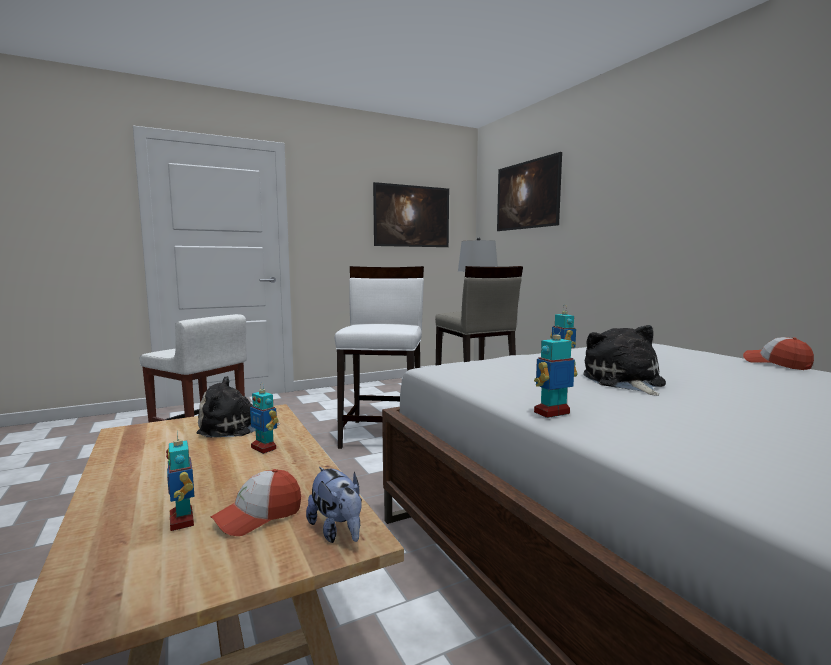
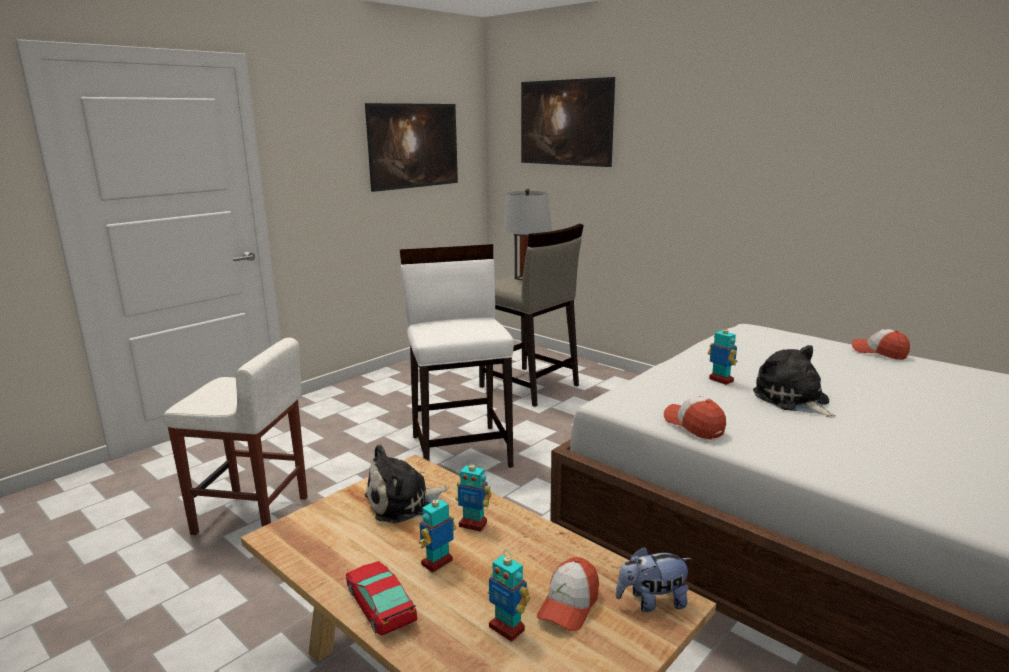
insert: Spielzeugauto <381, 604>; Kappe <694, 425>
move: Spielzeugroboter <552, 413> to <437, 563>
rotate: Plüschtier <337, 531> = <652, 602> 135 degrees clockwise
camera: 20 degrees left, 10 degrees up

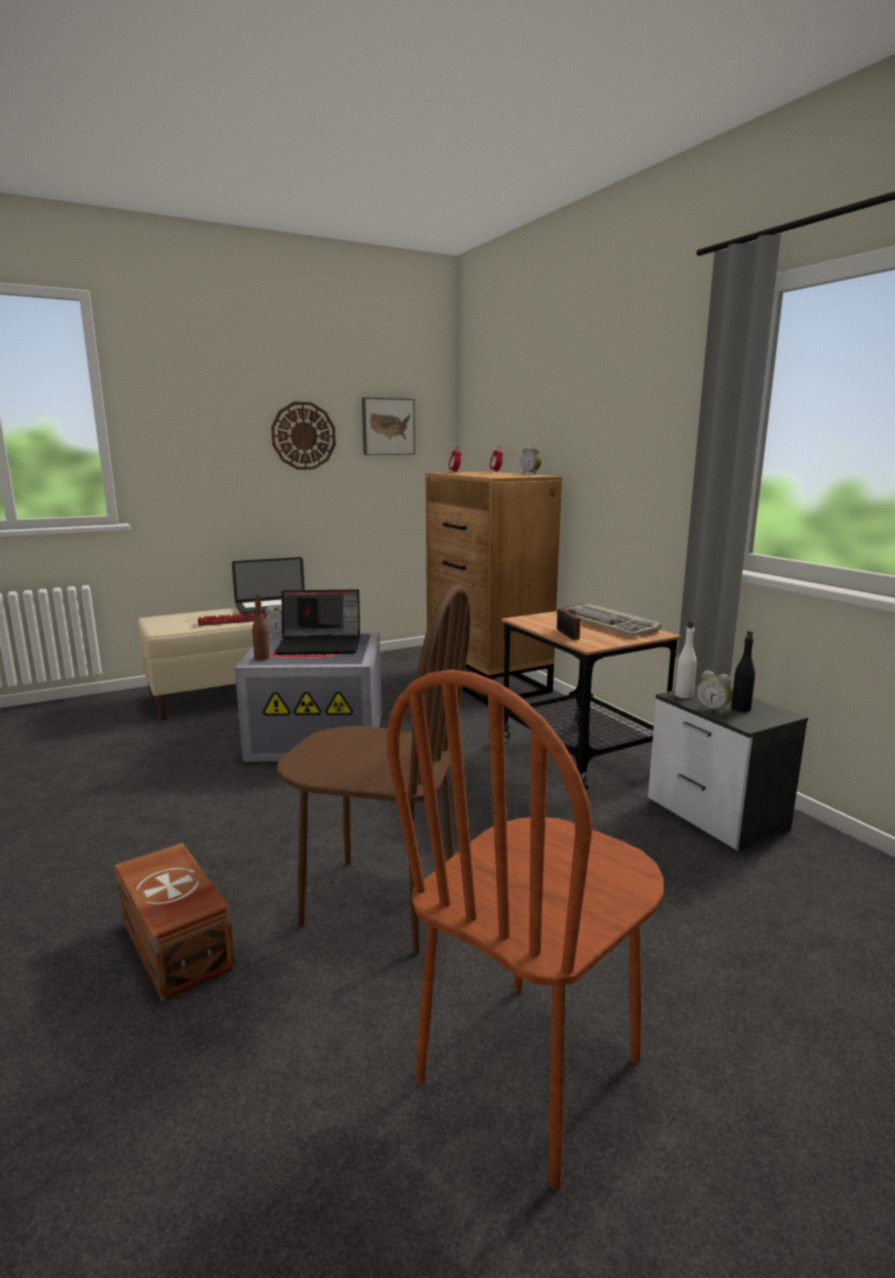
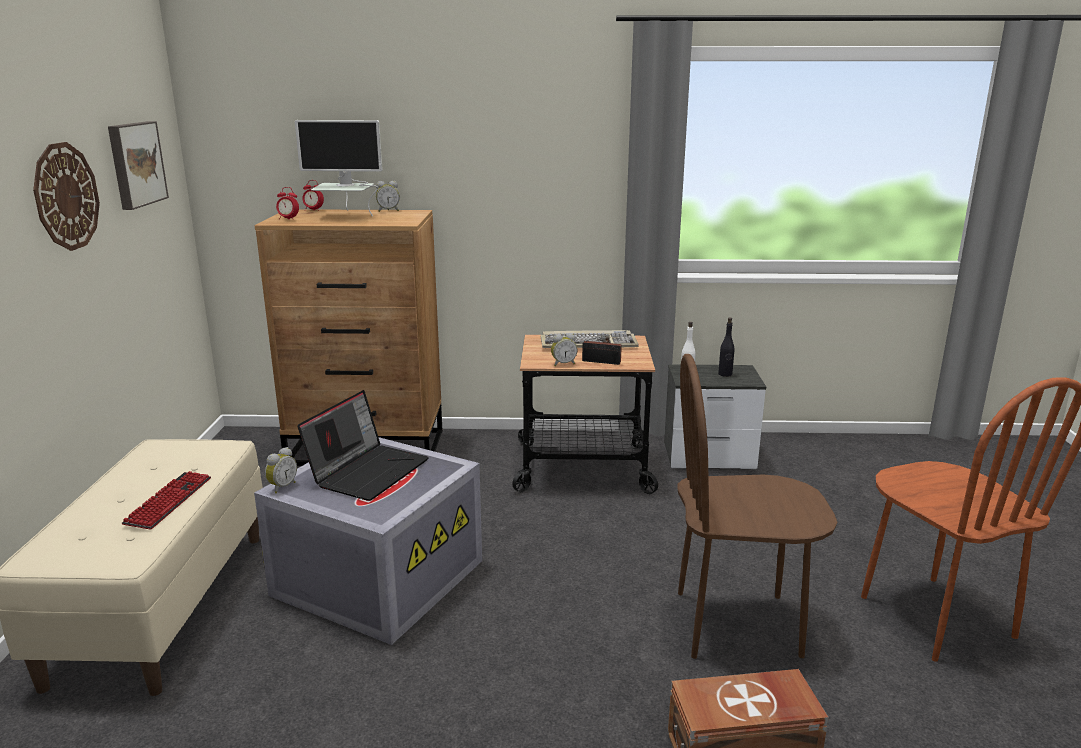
delete: Laptop <274, 608>; Flasche/braun <262, 658>
insert: Monitor <346, 216>
move: Wecker <713, 710> to <563, 364>
rotate: Stuhl/braun <380, 902> = <737, 624> 135 degrees counterclockwise
camera: 60 degrees left, 5 degrees up

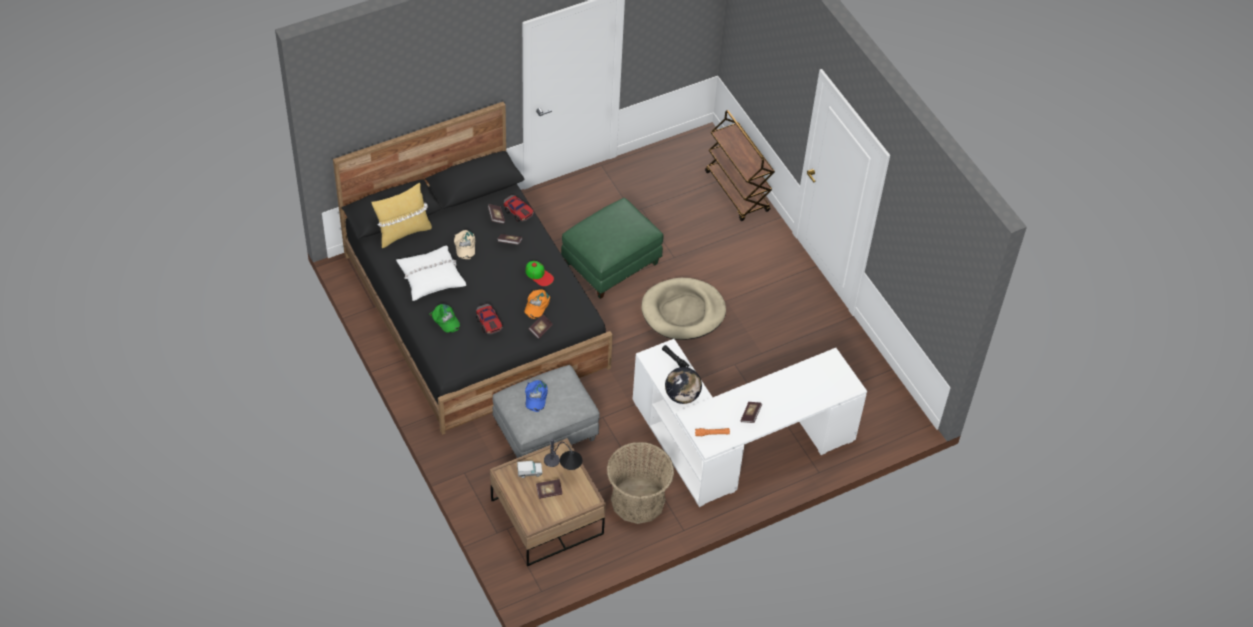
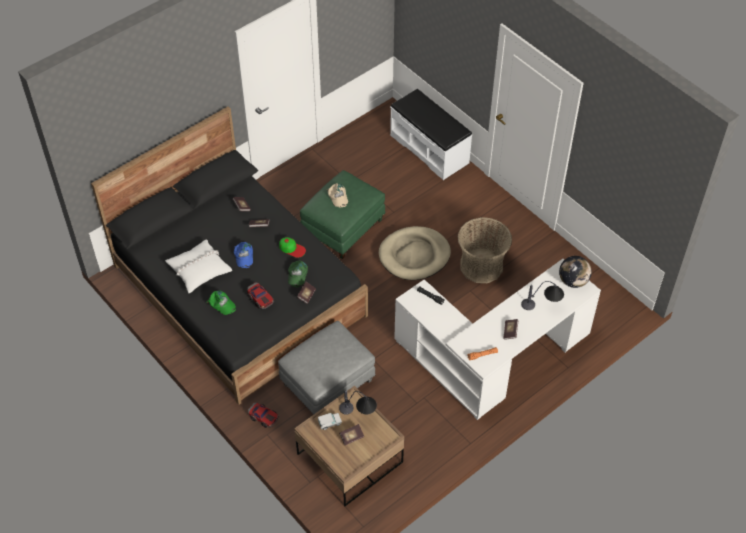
delete: Kissen/gelb <403, 232>
insert: Tischlampe <542, 306>
move: Kappe/blau <535, 397> to <243, 256>; Spielzeugauto <518, 211> to <263, 417>; Kappe/beige <464, 246> to <337, 197>; Korb <637, 500> to <481, 266>; Globus <682, 396> to <573, 281>
replace: Rollwagen/braun <737, 192> to Bank/weiß <429, 148>
recolor: Kappe/orange <536, 305> to Kappe/grün <297, 275>
camera: 10 degrees left, 0 degrees up

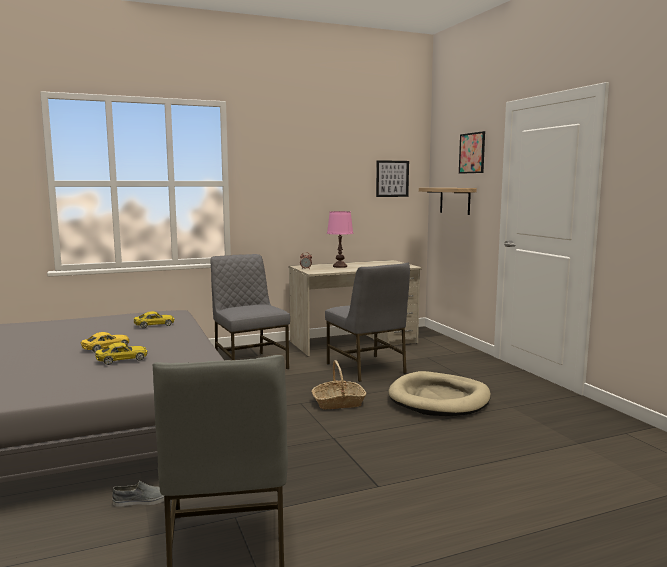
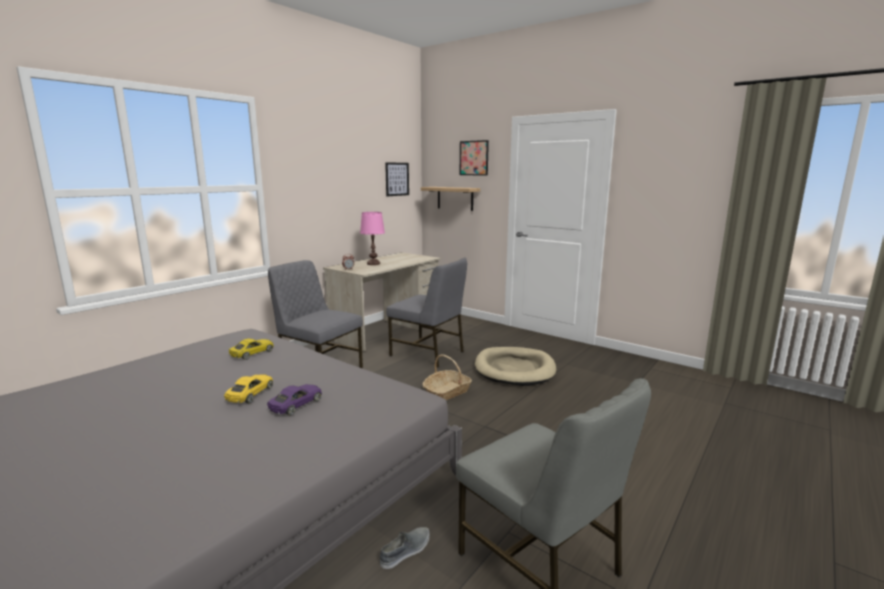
recolor: Spielzeugauto/gelb <122, 359> to Spielzeugauto/lila <296, 405>
camera: 30 degrees left, 5 degrees up

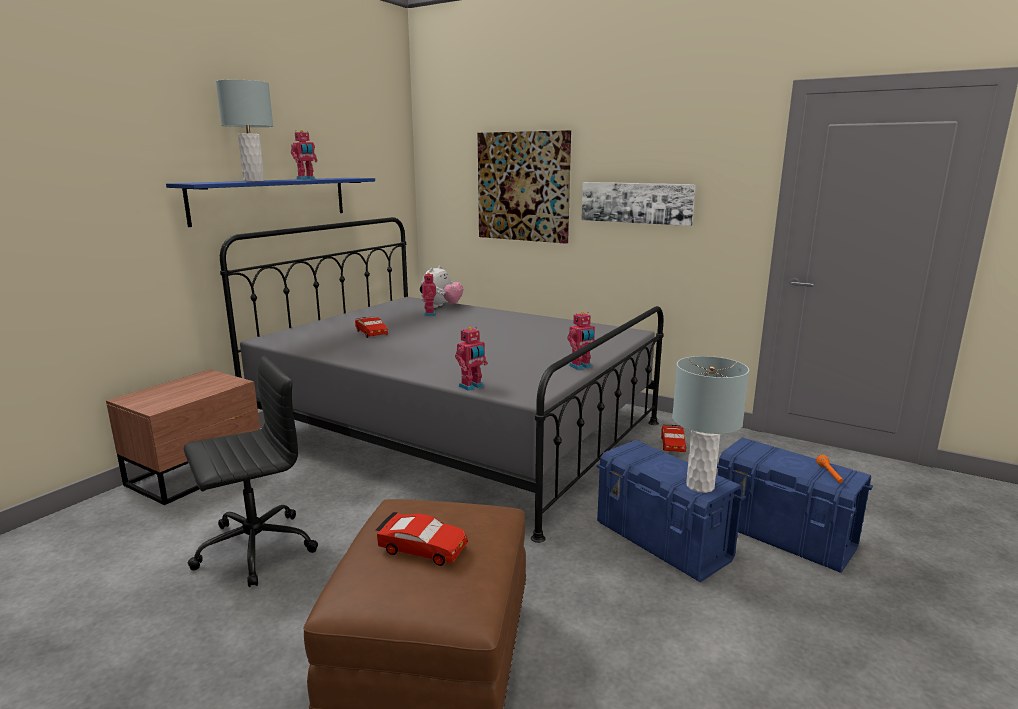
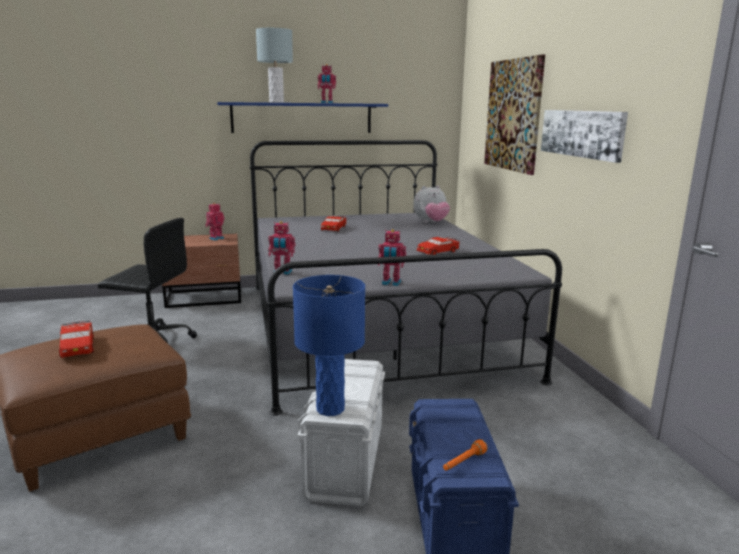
move: Spielzeugroboter <428, 314> to <216, 238>; Spielzeugauto/rot <673, 444> to <438, 252>
recolor: Tischlampe/grau <700, 486> to Tischlampe/blau <330, 409>; Aufbewahrungsbox/blau <662, 542> to Aufbewahrungsbox/weiß <345, 462>
camera: 45 degrees right, 0 degrees up

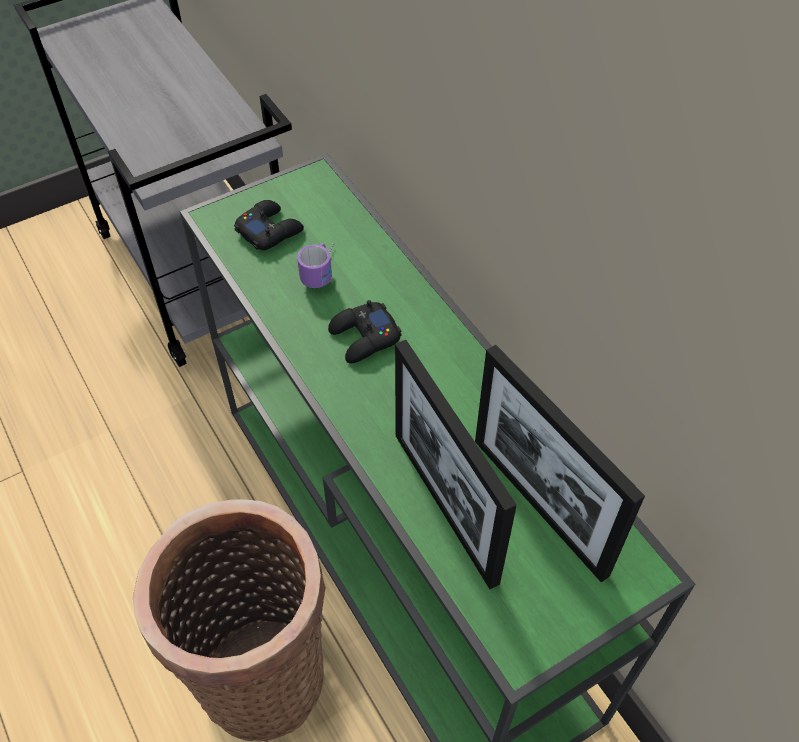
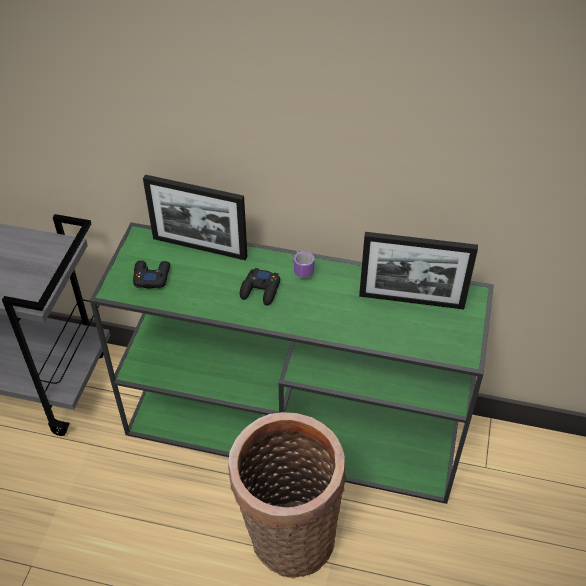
move: Bilderrahmen <445, 506> to <199, 247>; Henkelbecher <323, 270> to <298, 267>
camera: 45 degrees left, 5 degrees down

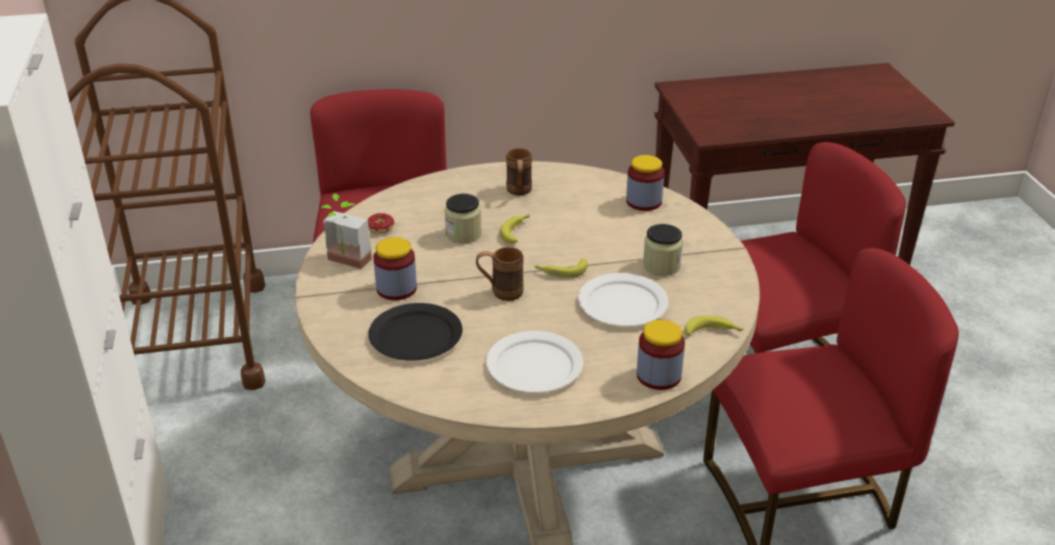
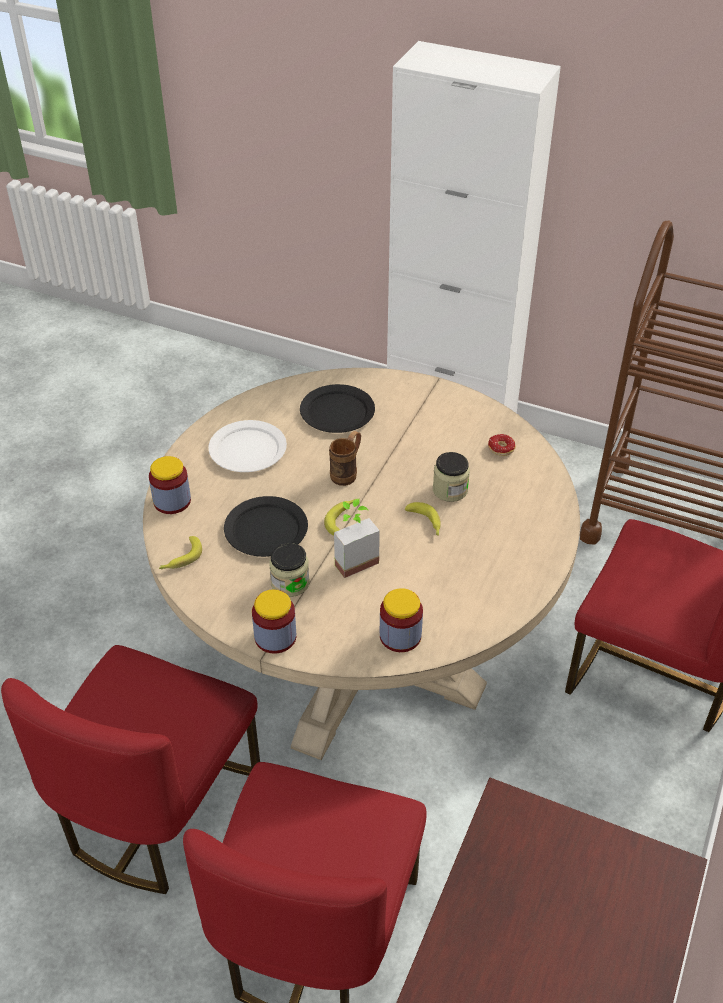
delete: Henkelbecher/braun <519, 192>
move: Vorratsglas <396, 289> to <275, 637>; Topfpflanze <345, 263> to <352, 558>
recolor: Teller/weiß <622, 304> to Teller/schwarz <265, 529>
camera: 125 degrees right, 10 degrees up

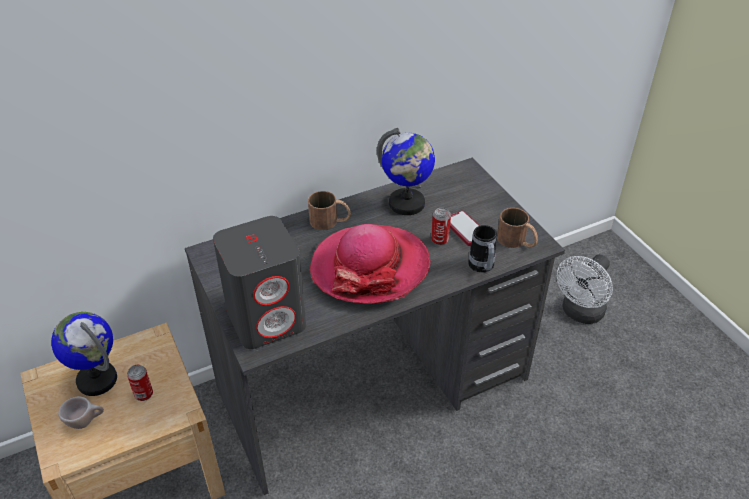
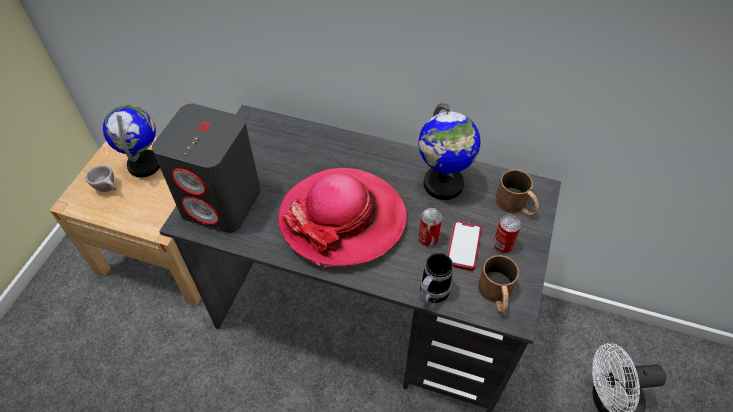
move: Dose <144, 394> to <502, 245>; Henkelbecher/braun <330, 221> to <516, 205>
camera: 45 degrees right, 10 degrees up

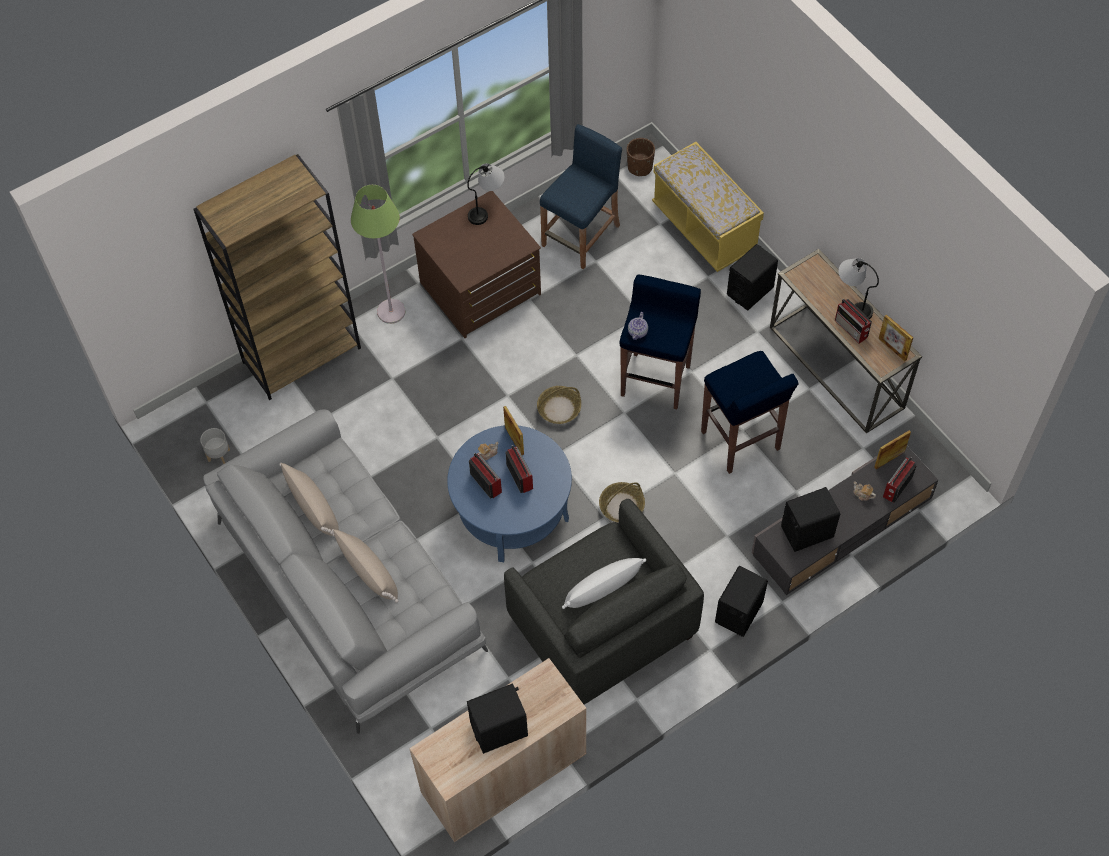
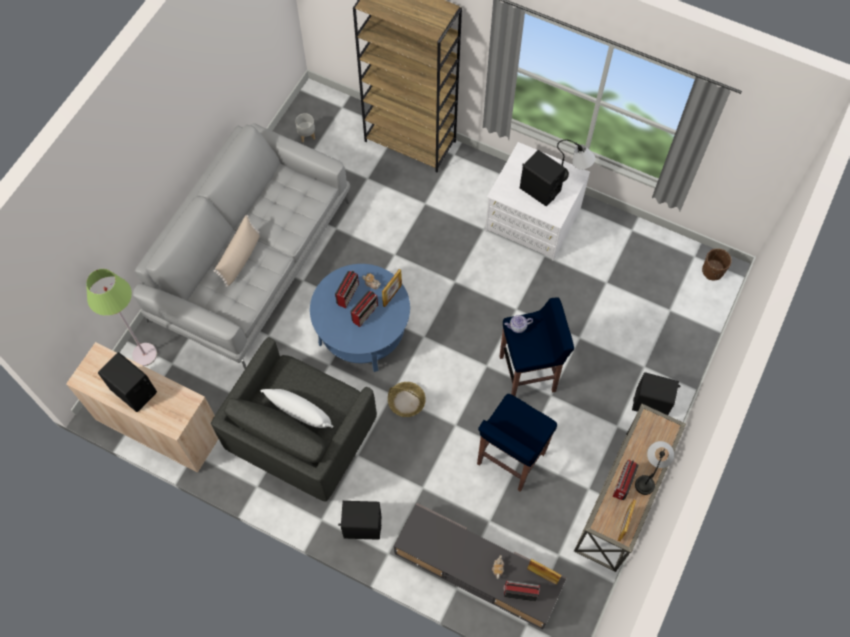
delete: Kissen/beige <313, 507>; Korb <559, 409>; Hocker/blau <581, 236>; Bank/gelb <704, 228>
move: Stehlampe/grün <391, 311> to <145, 354>; Lautsprecher/schwarz <806, 532> to <539, 189>
recolor: Kommode/braun <481, 289> to Kommode/weiß <532, 221>
camera: 60 degrees right, 5 degrees up

